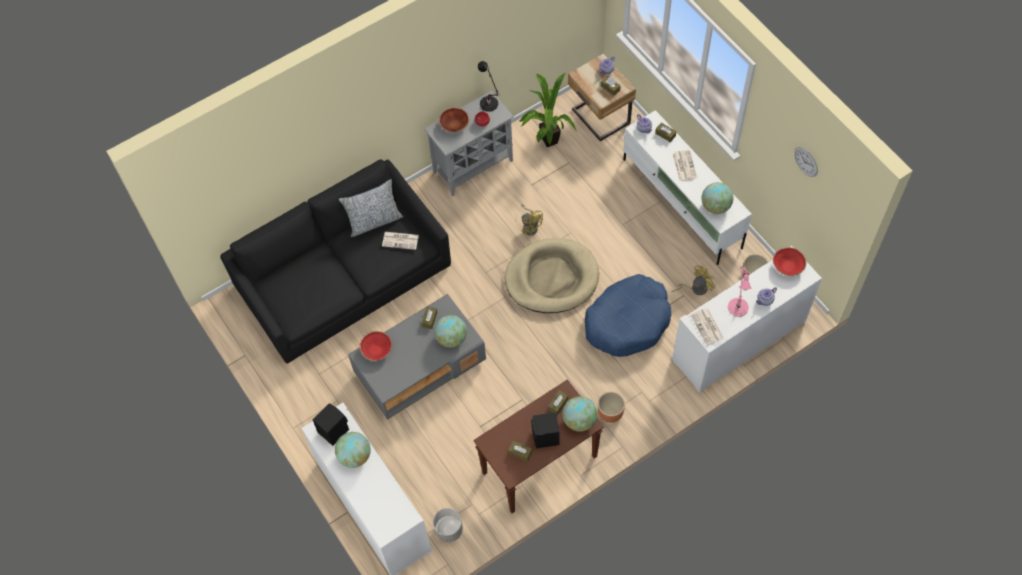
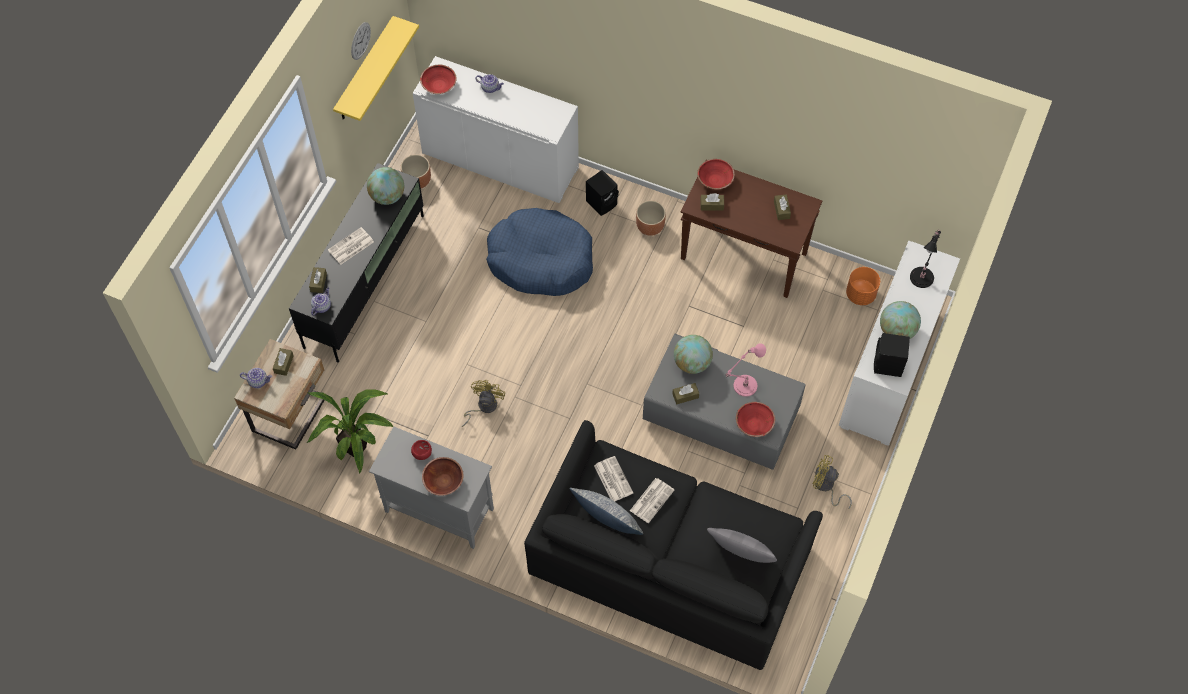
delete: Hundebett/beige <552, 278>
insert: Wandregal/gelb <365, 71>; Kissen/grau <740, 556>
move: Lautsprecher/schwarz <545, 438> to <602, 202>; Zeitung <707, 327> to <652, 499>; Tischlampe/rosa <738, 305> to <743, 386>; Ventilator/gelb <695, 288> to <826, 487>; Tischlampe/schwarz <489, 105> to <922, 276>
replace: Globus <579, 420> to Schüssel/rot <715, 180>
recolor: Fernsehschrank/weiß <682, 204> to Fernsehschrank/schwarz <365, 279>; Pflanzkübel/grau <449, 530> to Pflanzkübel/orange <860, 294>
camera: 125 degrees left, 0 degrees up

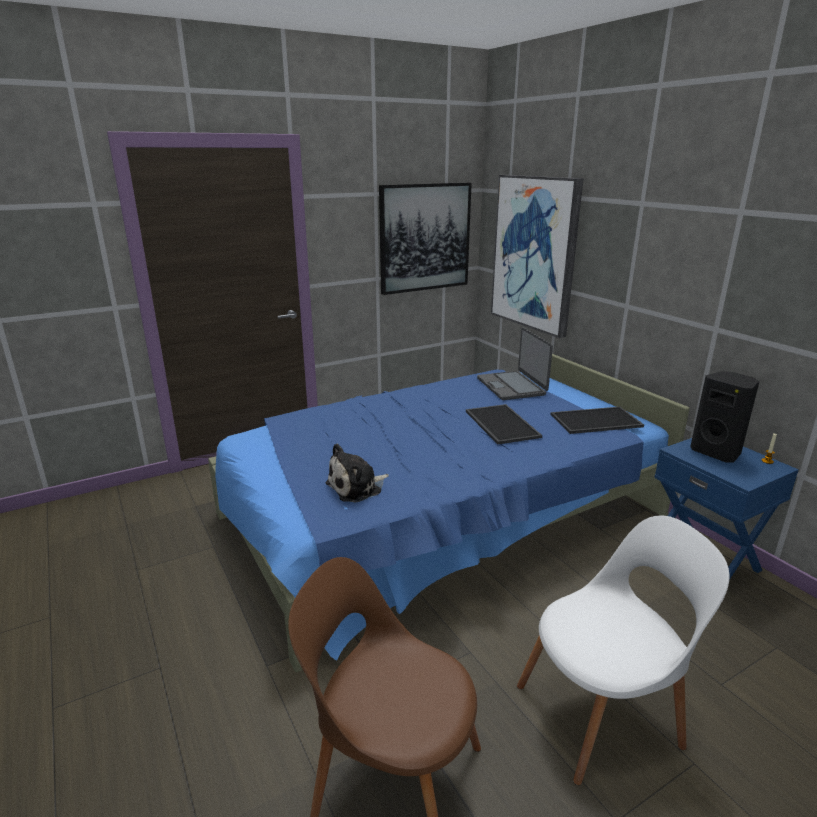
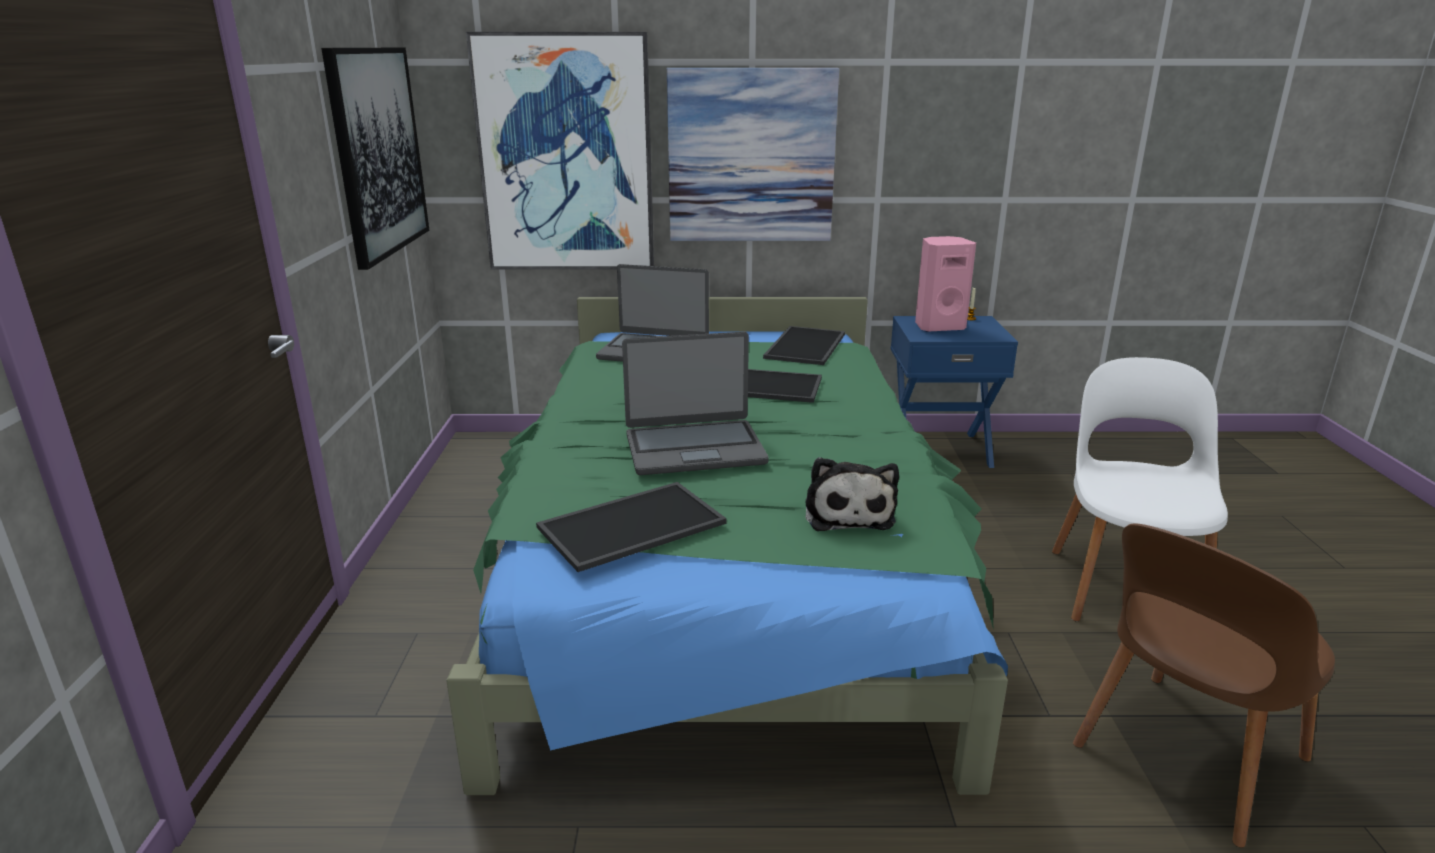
insert: Tablett <632, 524>; Laptop <694, 448>; Bild <751, 156>
recolor: Bett/blau <438, 516> to Bett/grün <724, 560>; Lautsprecher/schwarz <717, 452> to Lautsprecher/rosa <938, 326>
camera: 60 degrees left, 0 degrees up

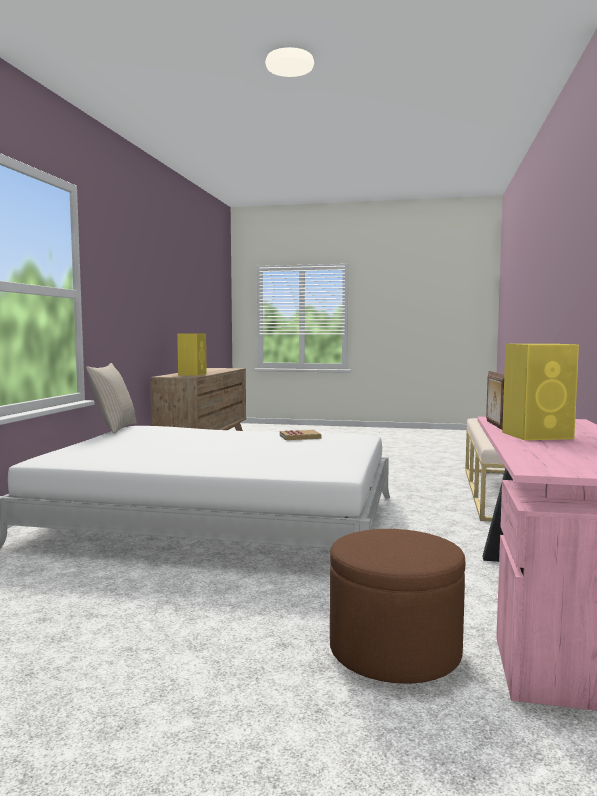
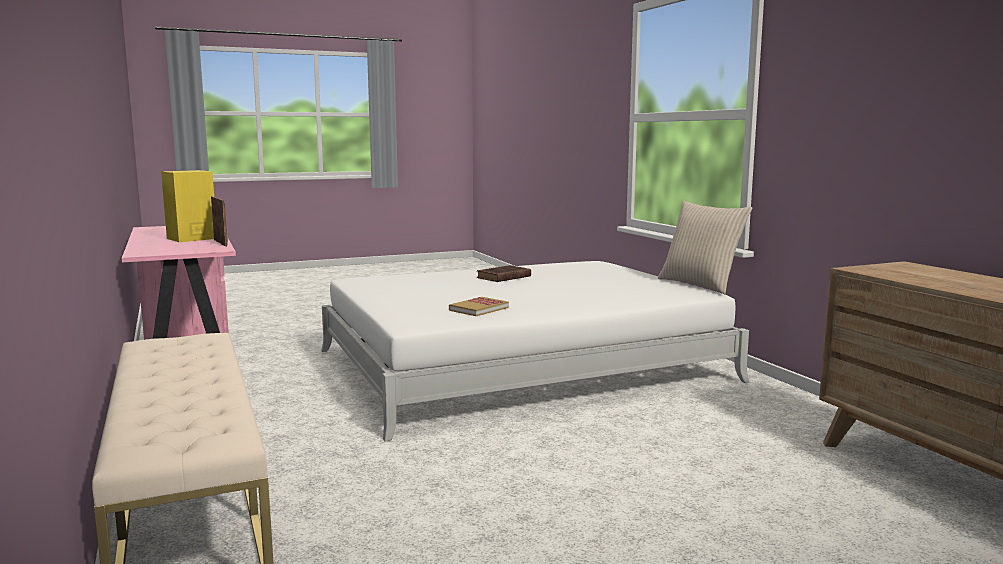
delete: Lautsprecher/gelb <192, 374>; Polsterhocker/braun <394, 651>
insert: Buch/braun <502, 277>
camera: 145 degrees right, 5 degrees up

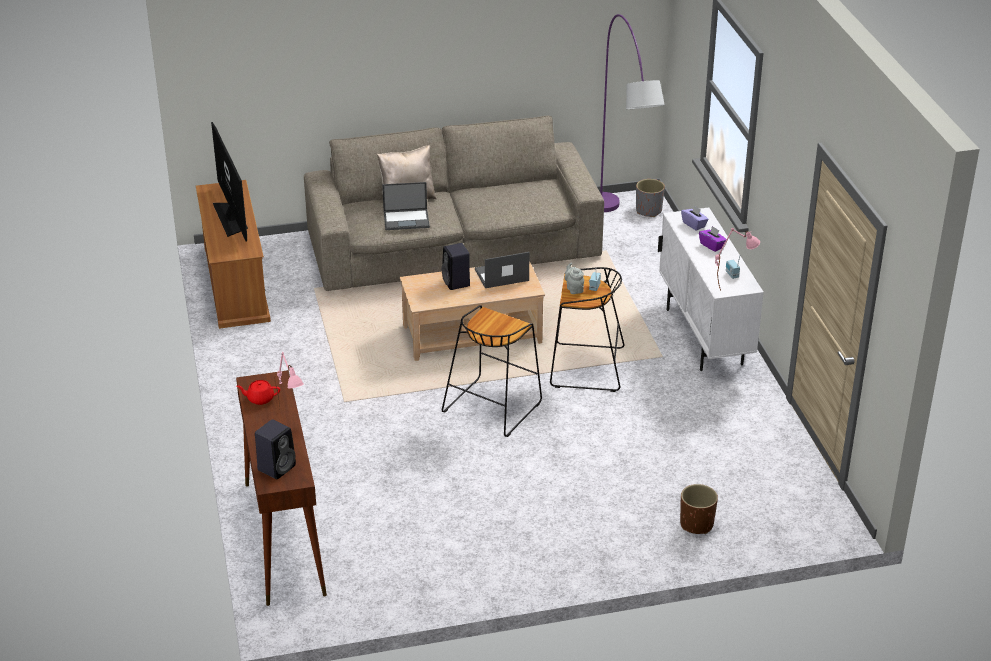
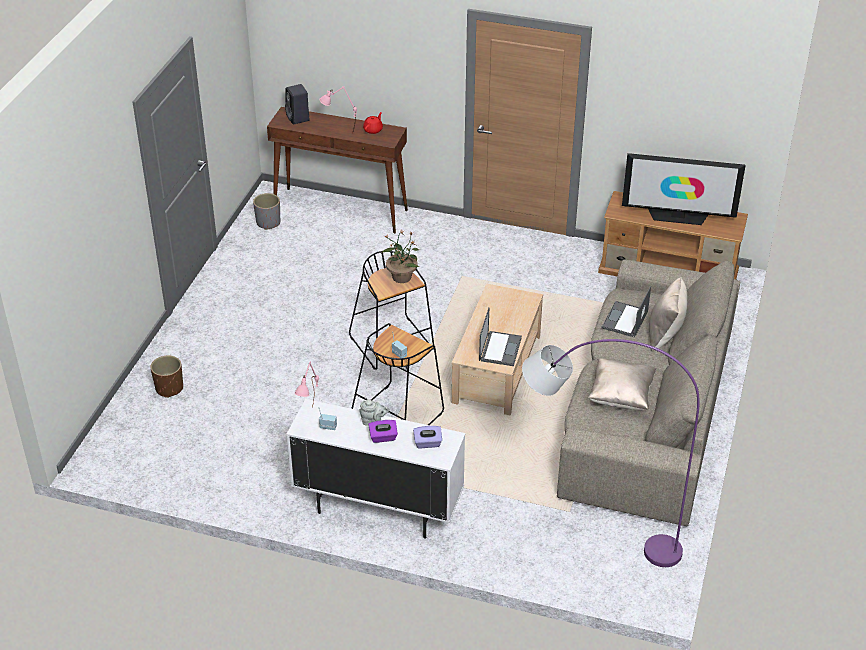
delete: Lautsprecher/schwarz <456, 283>
insert: Topfpflanze <401, 277>; Kissen/beige <620, 396>
move: Pflanzkübel/grau <648, 210> to <268, 222>; Teekanne/grau <574, 289> to <373, 421>
camera: 120 degrees right, 5 degrees up

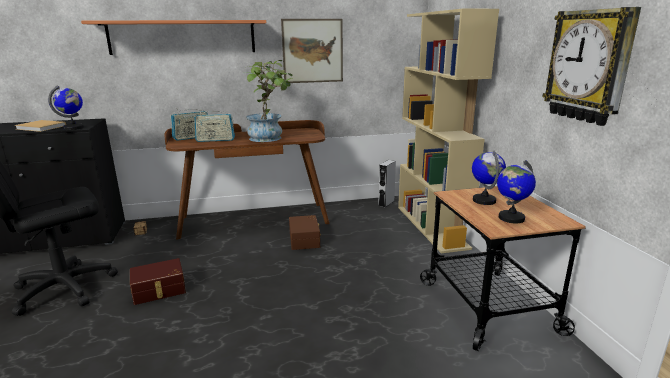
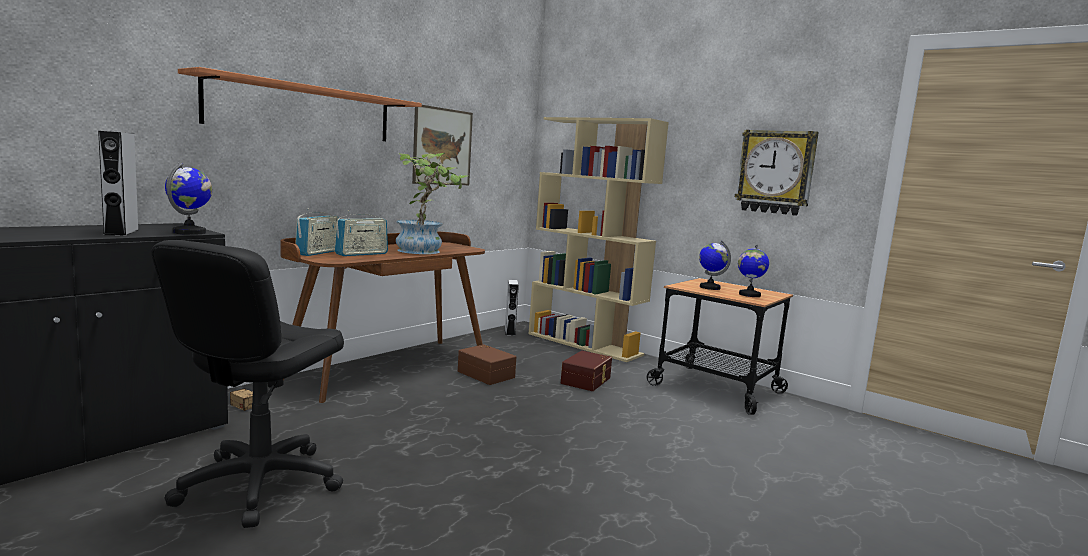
move: Aufbewahrungsbox/braun <159, 290> to <587, 381>
replace: Buch/beige <42, 127> to Lautsprecher/grau <121, 232>
camera: 40 degrees left, 10 degrees down

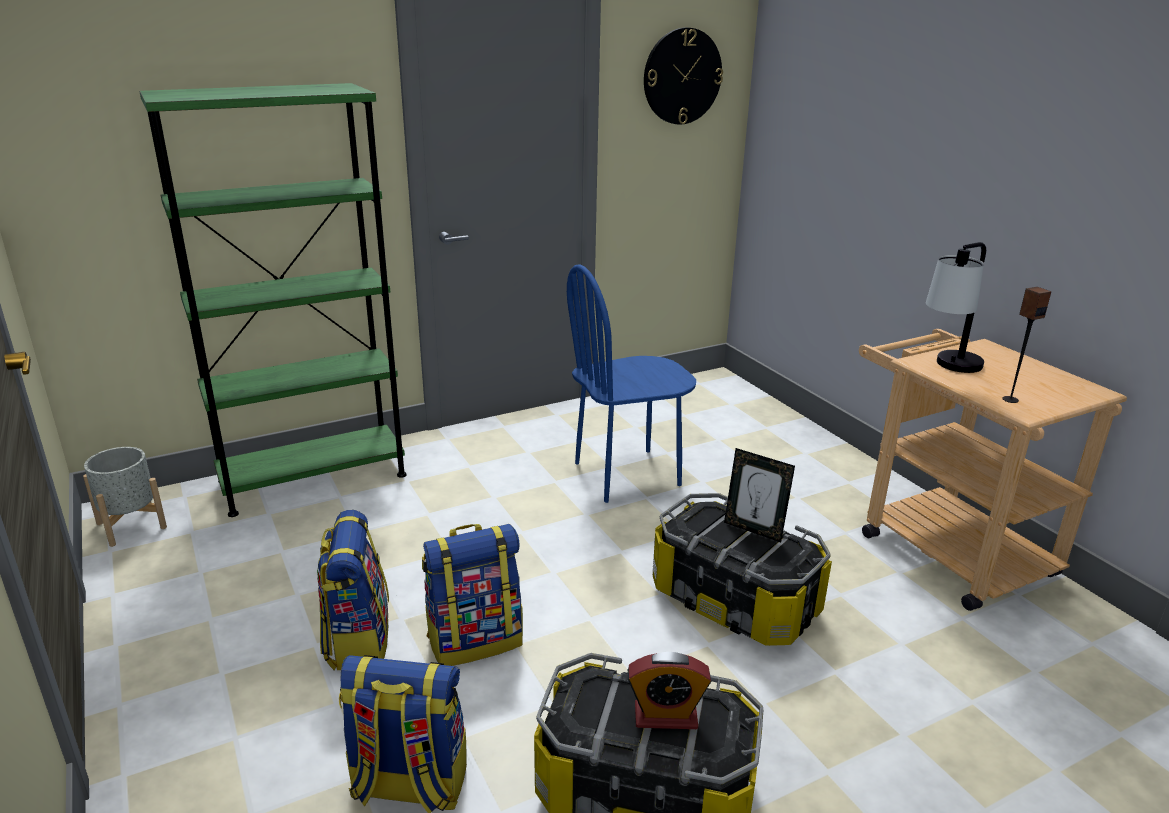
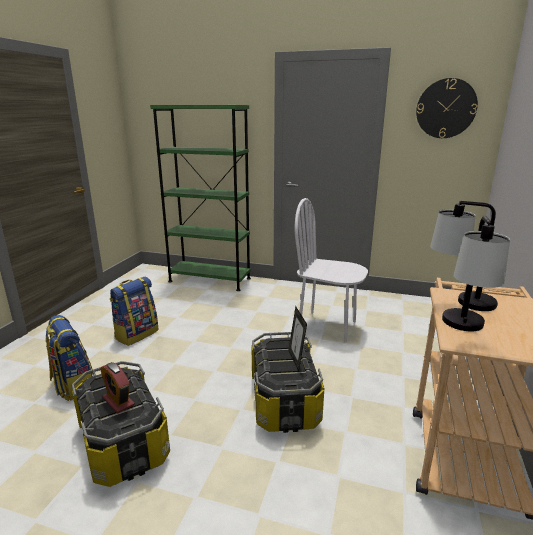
delete: Pflanzkübel/grau <131, 525>; Rucksack <475, 640>
replace: Lautsprecher <1010, 399> to Tischlampe <464, 331>
recolor: Stuhl/blau <627, 474> to Stuhl/weiß <327, 326>
camera: 45 degrees right, 5 degrees down

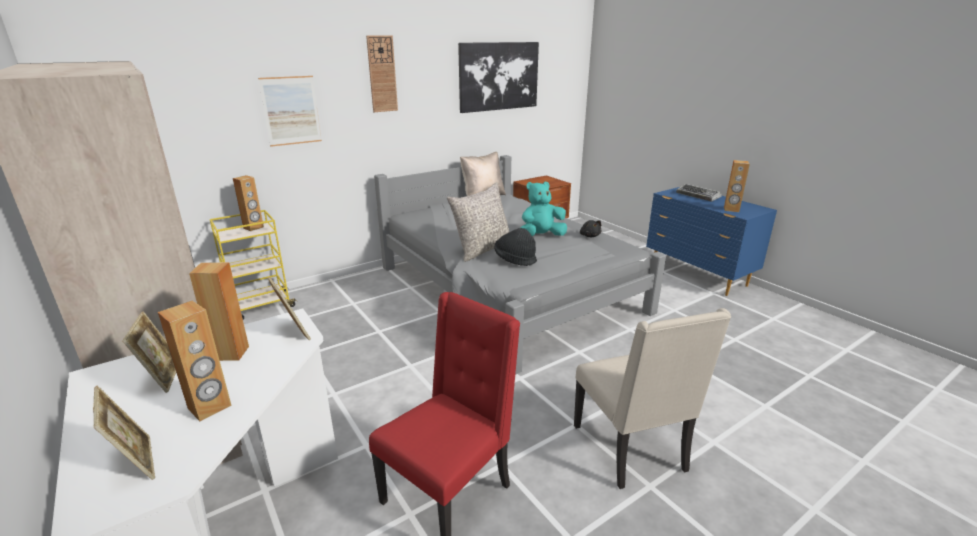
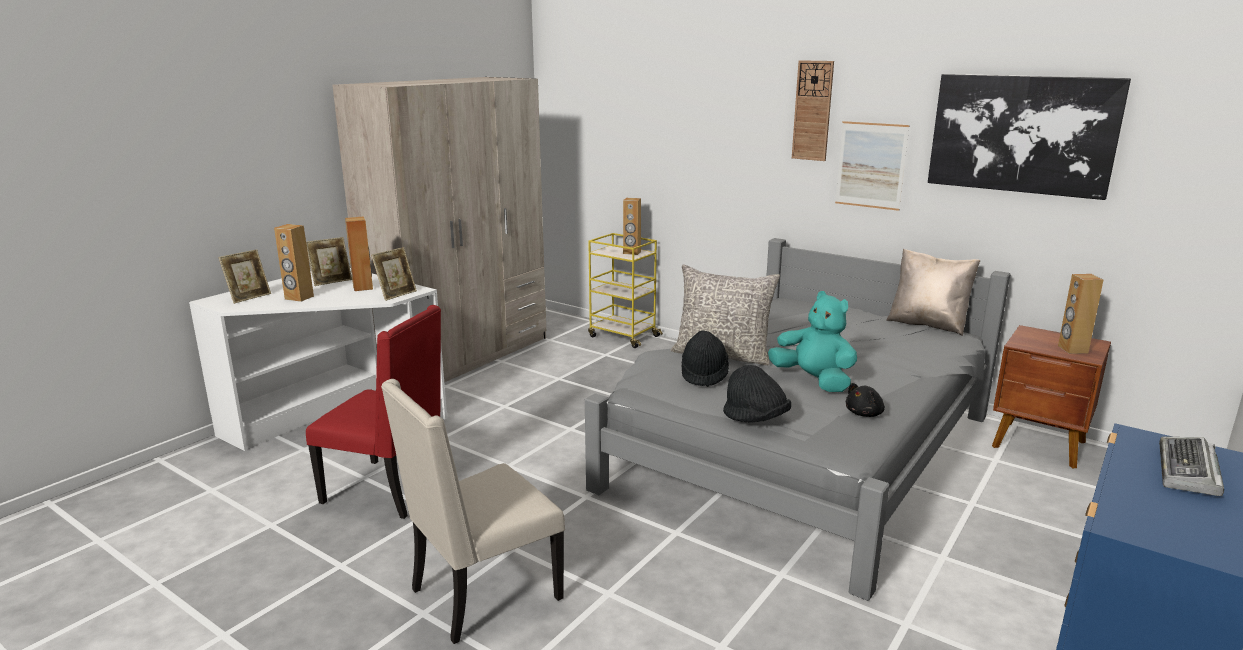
insert: Hut/schwarz <755, 419>
move: Bild <291, 111> to <871, 165>; Lautsprecher/braun <731, 209> to <1072, 349>
camera: 70 degrees right, 5 degrees down

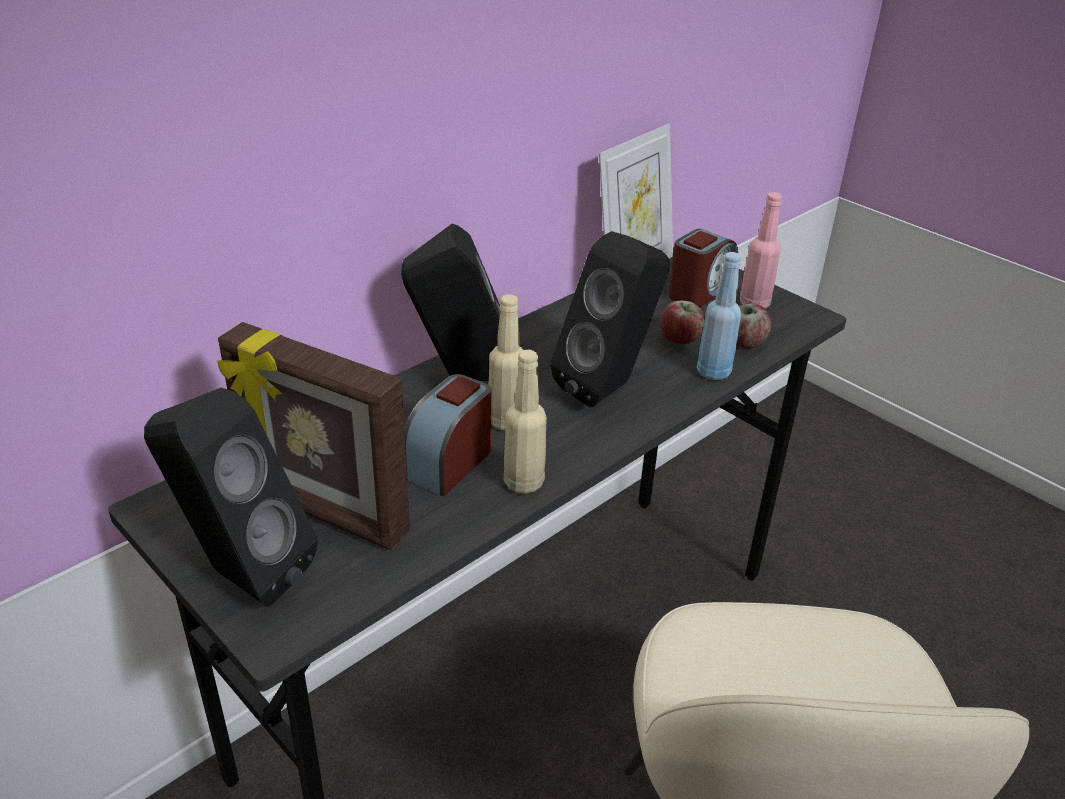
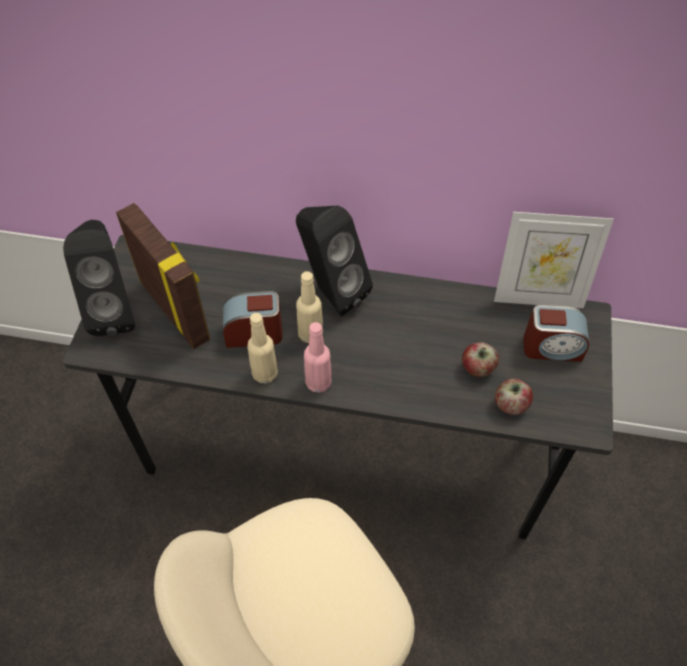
delete: Lautsprecher/schwarz <609, 387>; Flasche/blau <713, 372>
move: Flasche/rosa <754, 304> to <318, 382>
rotate: Bilderrahmen <323, 513> = <176, 310> 150 degrees clockwise
camera: 55 degrees right, 20 degrees up

